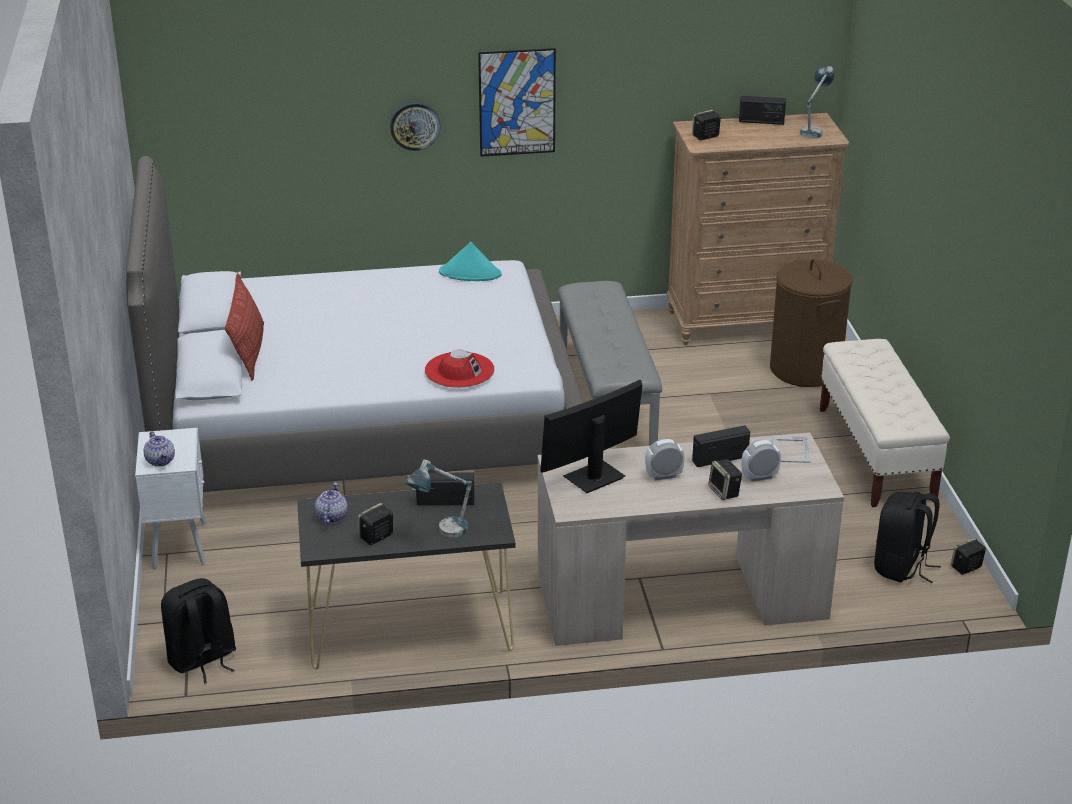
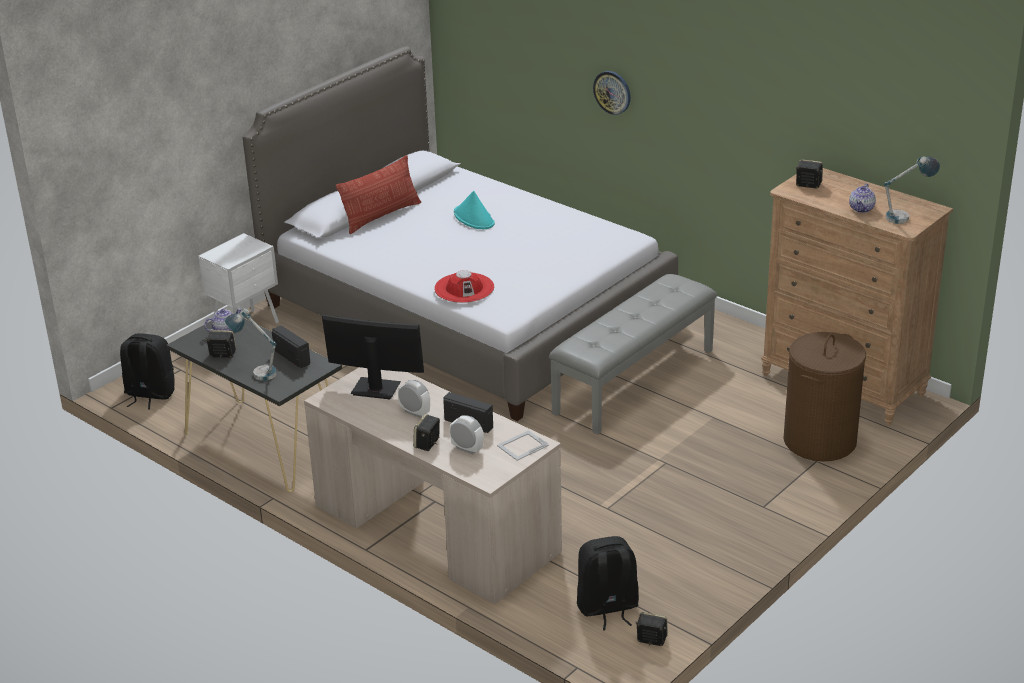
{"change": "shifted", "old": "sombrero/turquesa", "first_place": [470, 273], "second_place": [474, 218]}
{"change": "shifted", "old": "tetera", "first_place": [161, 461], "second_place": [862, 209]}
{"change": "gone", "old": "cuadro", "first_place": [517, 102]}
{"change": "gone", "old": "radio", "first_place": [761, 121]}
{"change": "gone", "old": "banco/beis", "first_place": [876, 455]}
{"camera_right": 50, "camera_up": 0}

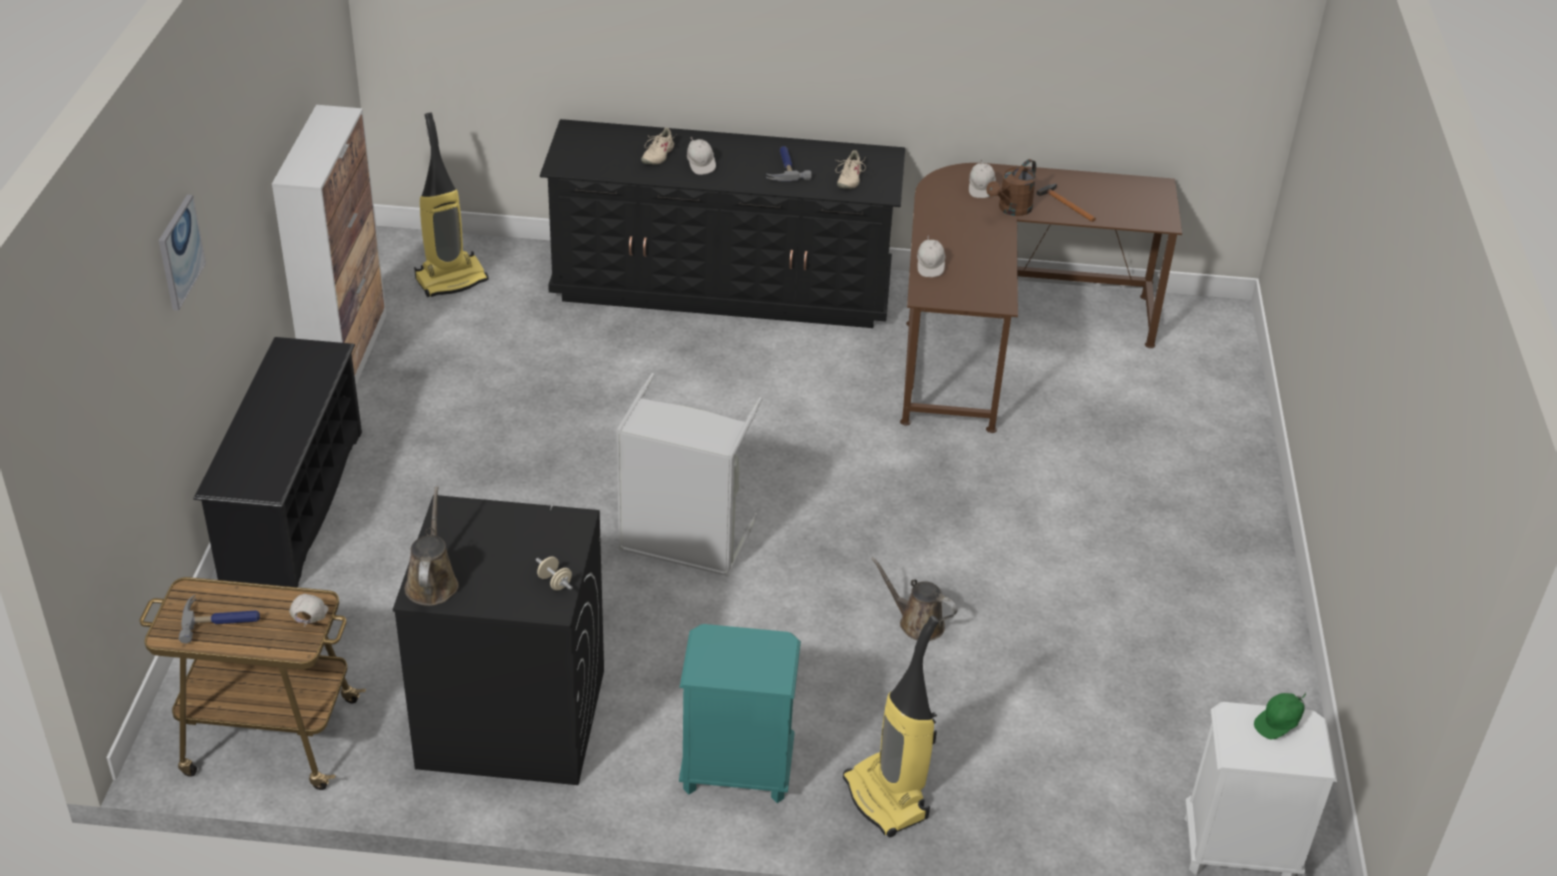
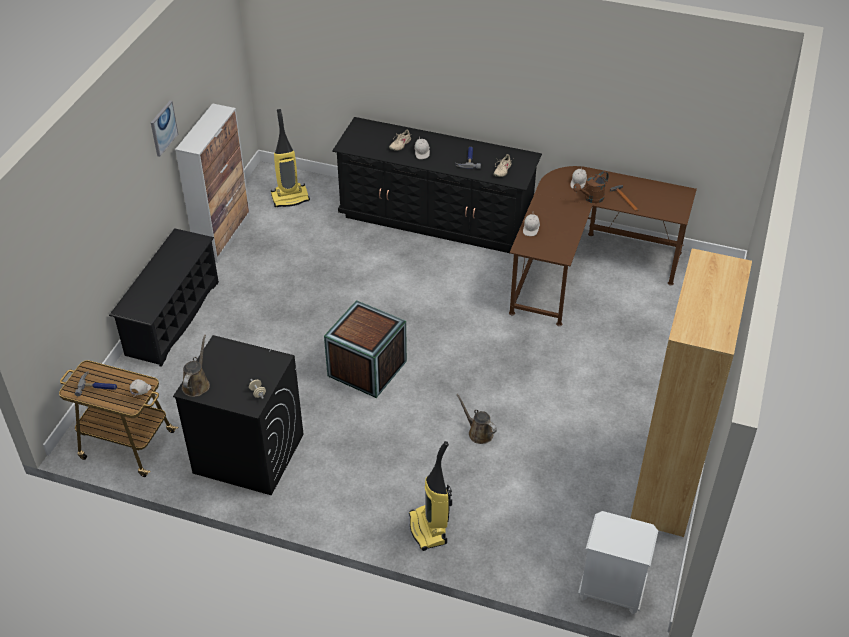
{"change": "shifted", "old": "cuadro", "first_place": [179, 252], "second_place": [163, 128]}
{"change": "swapped", "old": "cesto de la ropa/gris", "new": "caja de embalaje", "first_place": [683, 543], "second_place": [367, 368]}
{"change": "new", "new": "estantería/marrón", "second_place": [667, 483]}
{"change": "gone", "old": "mesita de noche/turquesa", "first_place": [736, 771]}
{"change": "gone", "old": "gorra/verde", "first_place": [1278, 725]}
{"camera_right": 15, "camera_up": 5}

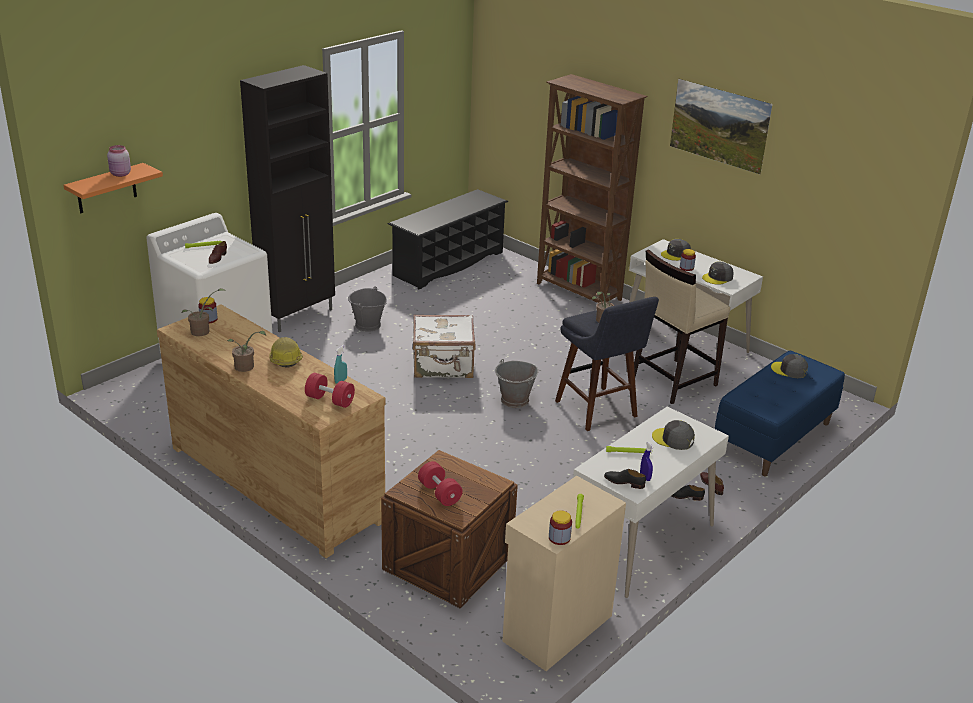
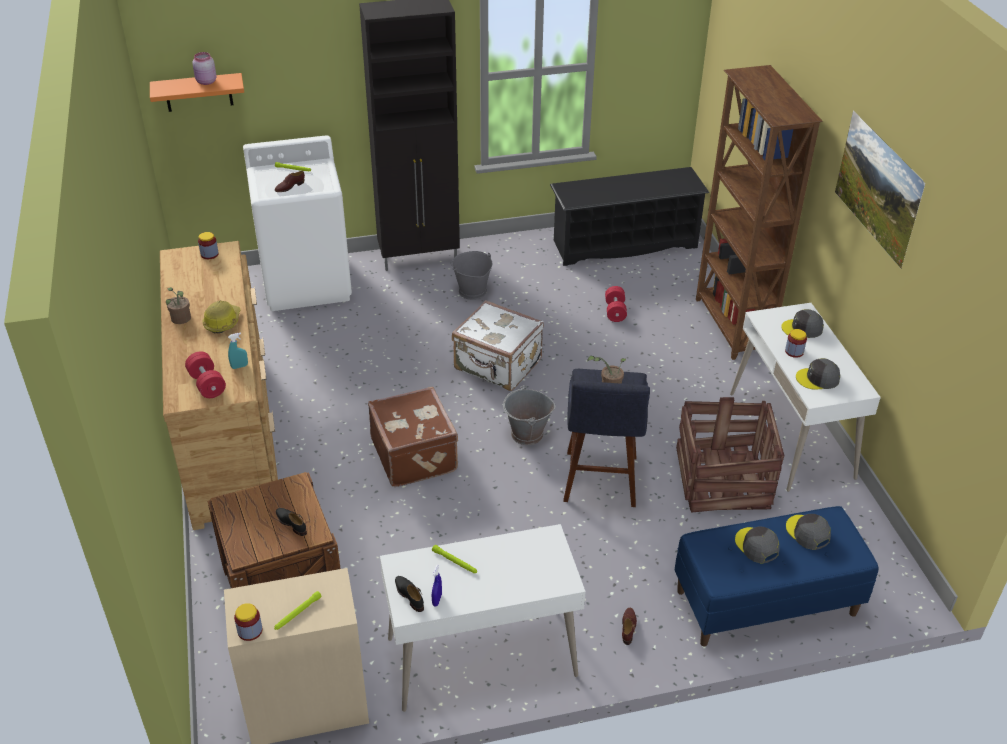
{"change": "shifted", "old": "zapato/negro", "first_place": [685, 496], "second_place": [291, 523]}
{"change": "new", "new": "maleta/marrón", "second_place": [415, 455]}
{"change": "shifted", "old": "mancuerna/rojo", "first_place": [439, 493], "second_place": [615, 311]}
{"change": "swapped", "old": "taburete/beis", "new": "caja de embalaje", "first_place": [673, 381], "second_place": [722, 480]}
{"change": "shifted", "old": "gorra/gris", "first_place": [673, 439], "second_place": [756, 546]}
{"change": "gone", "old": "planta en maceta", "first_place": [203, 331]}
{"camera_right": 35, "camera_up": 10}

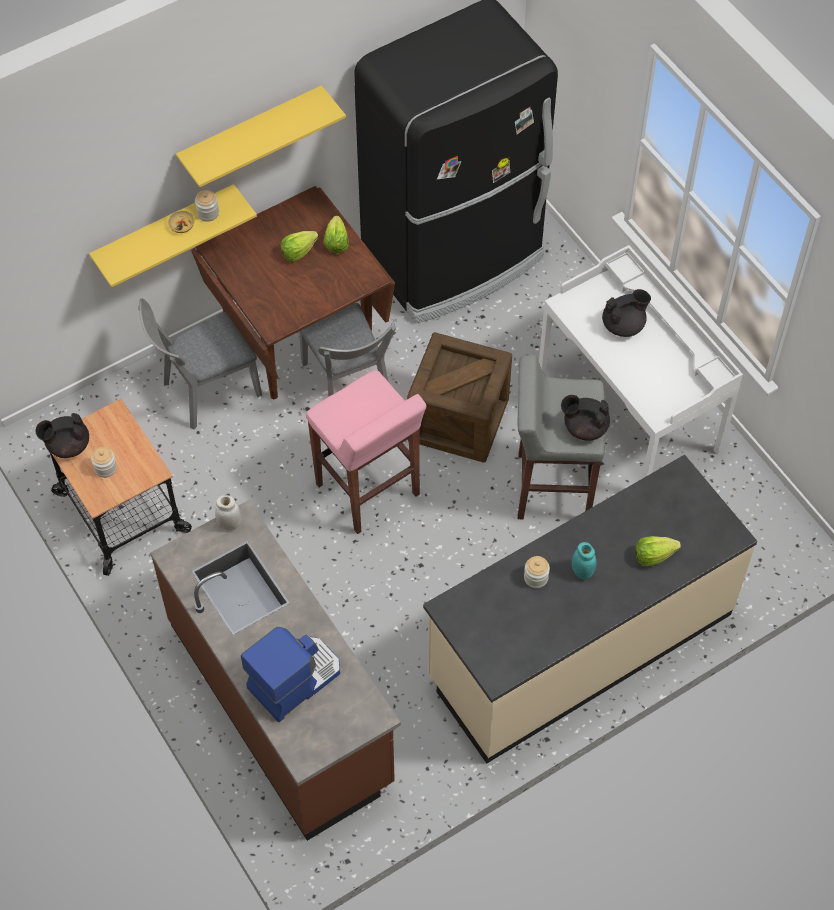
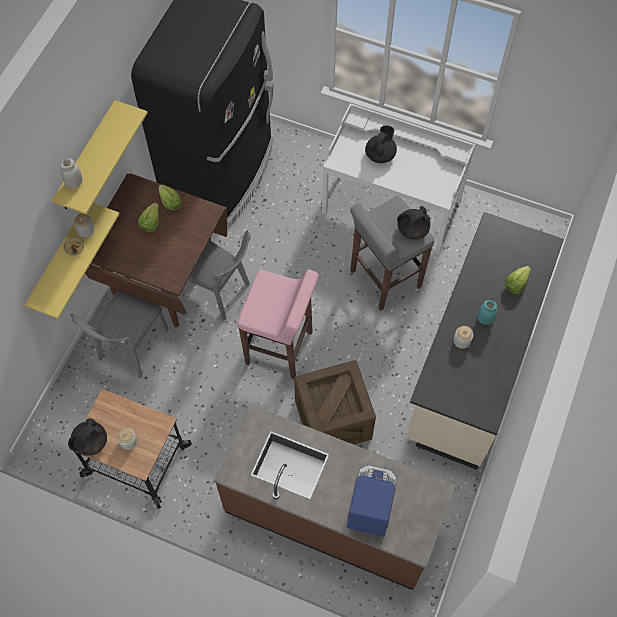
{"change": "shifted", "old": "tarro/blanco", "first_place": [229, 524], "second_place": [74, 183]}
{"change": "shifted", "old": "caja de embalaje", "first_place": [458, 420], "second_place": [333, 419]}
{"camera_right": -35, "camera_up": 5}

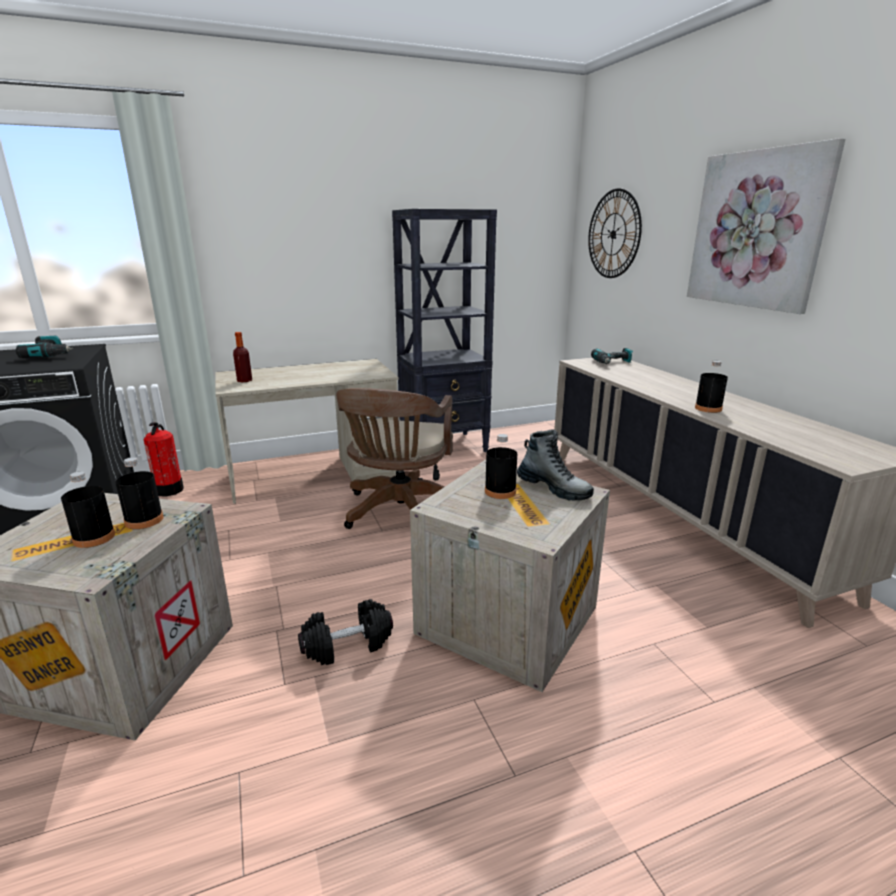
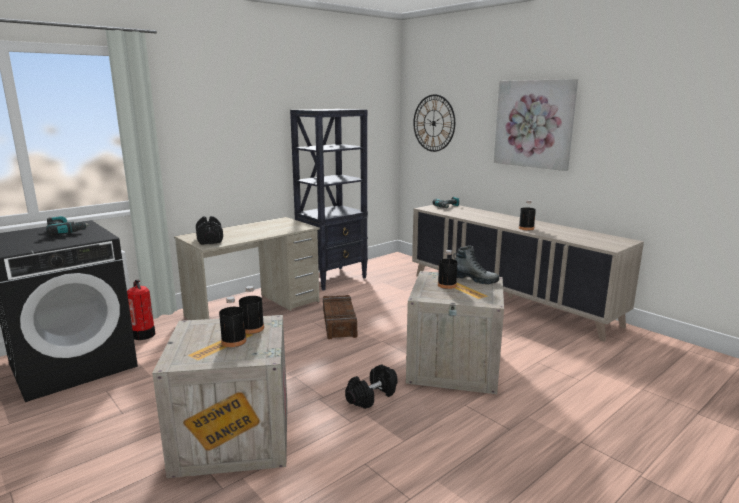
{"change": "swapped", "old": "botella", "new": "mancuerna/negro", "first_place": [244, 380], "second_place": [209, 239]}
{"change": "swapped", "old": "silla de oficina/marrón", "new": "caja de embalaje", "first_place": [399, 513], "second_place": [338, 323]}
{"camera_right": -20, "camera_up": -5}

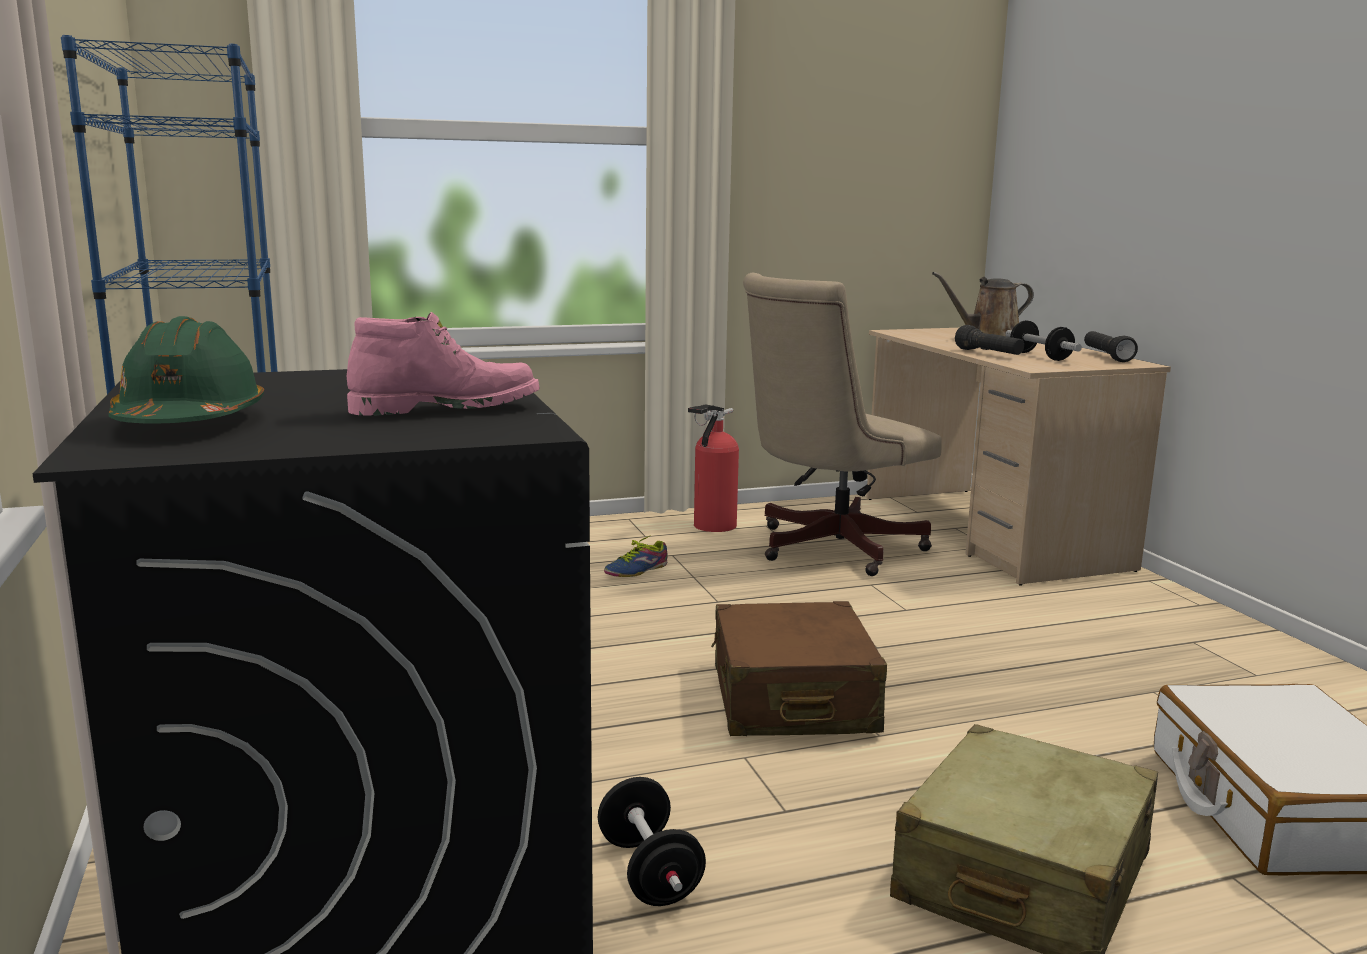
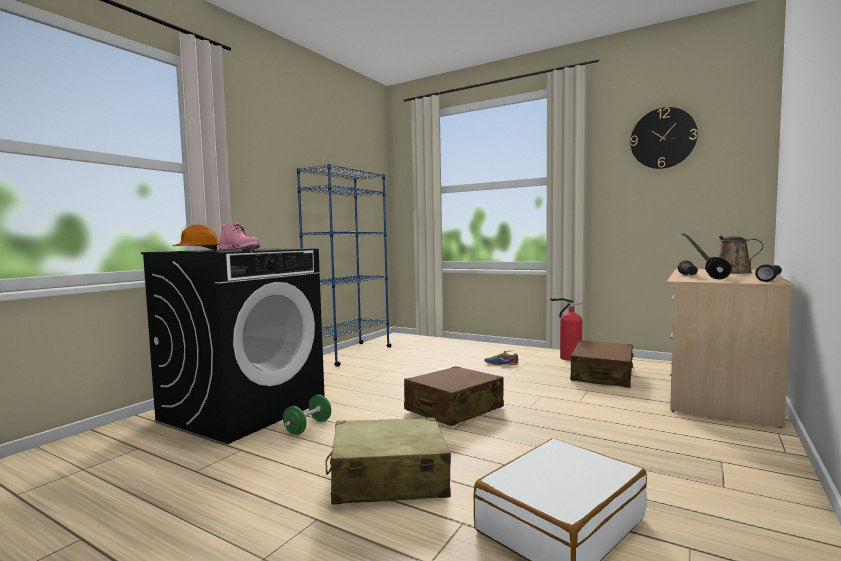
{"change": "repainted", "old": "casco/verde", "new": "casco/naranja", "first_place": [190, 422], "second_place": [198, 250]}
{"change": "repainted", "old": "mancuerna/negro", "new": "mancuerna/verde", "first_place": [649, 872], "second_place": [308, 427]}
{"change": "swapped", "old": "silla de oficina/beis", "new": "maleta/marrón", "first_place": [827, 548], "second_place": [602, 375]}
{"change": "new", "new": "reloj de pared", "second_place": [663, 138]}
{"camera_right": 50, "camera_up": -10}

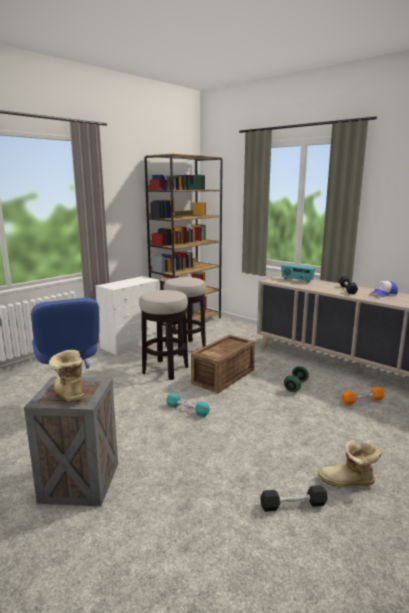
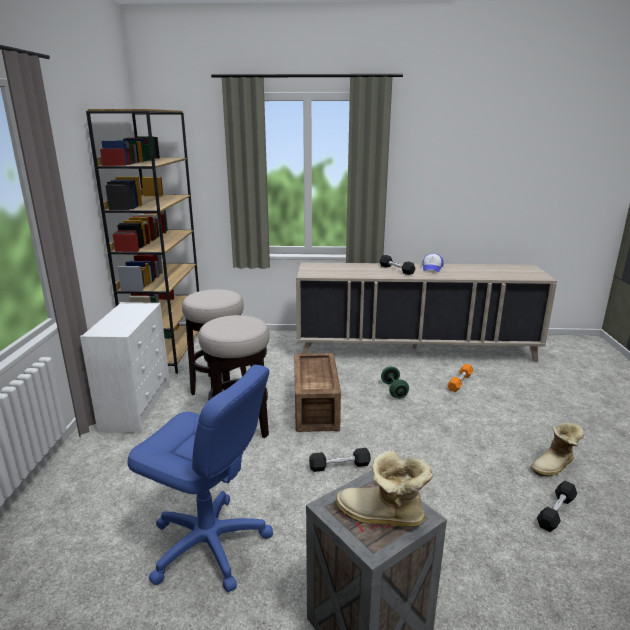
{"change": "repainted", "old": "mancuerna/turquesa", "new": "mancuerna/negro", "first_place": [187, 410], "second_place": [339, 466]}
{"change": "gone", "old": "radio", "first_place": [297, 280]}
{"camera_right": -40, "camera_up": 5}

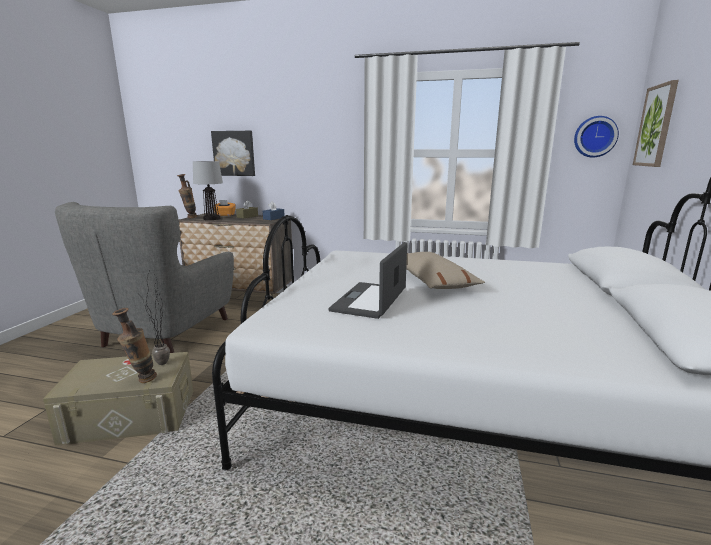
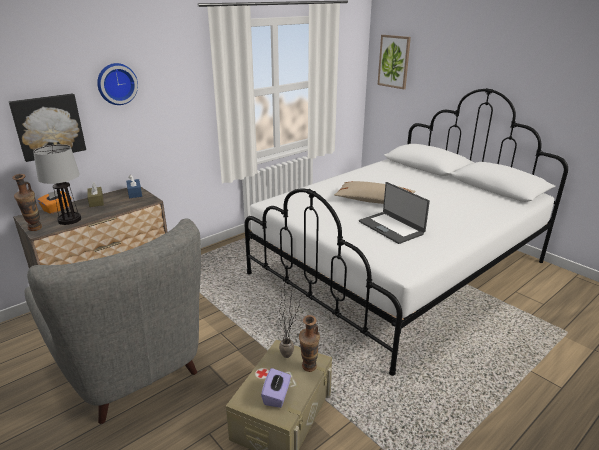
{"change": "shifted", "old": "reloj de pared", "first_place": [594, 137], "second_place": [116, 84]}
{"change": "new", "new": "caja de pañuelos/morado", "second_place": [277, 396]}
{"camera_right": -55, "camera_up": 10}

